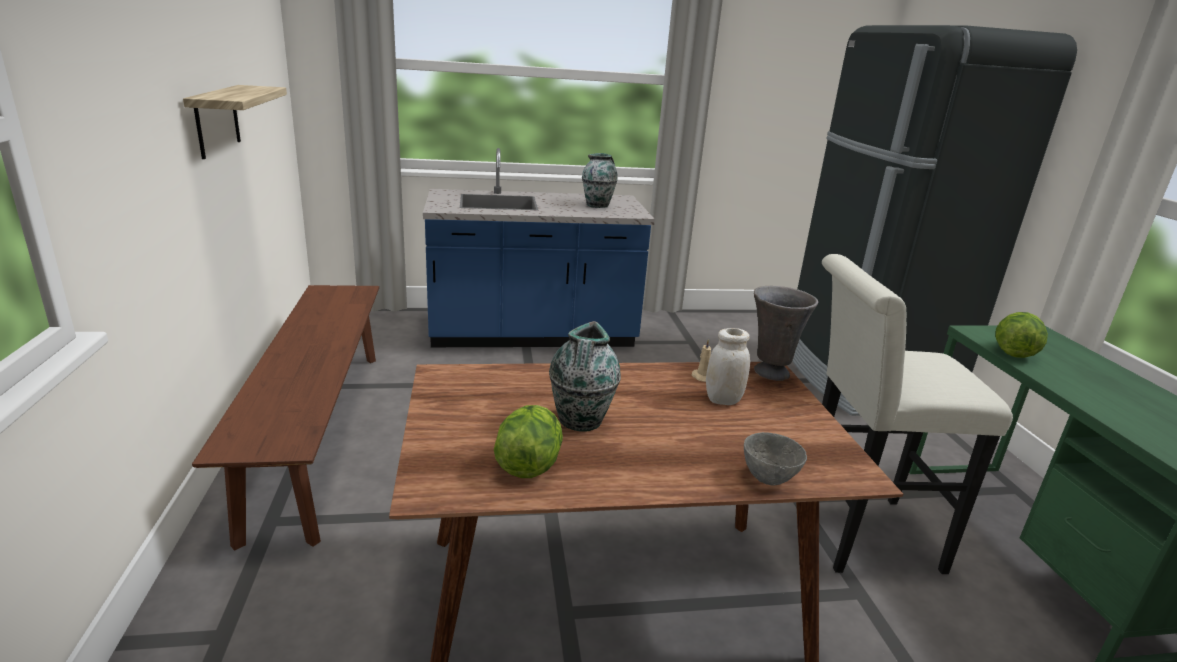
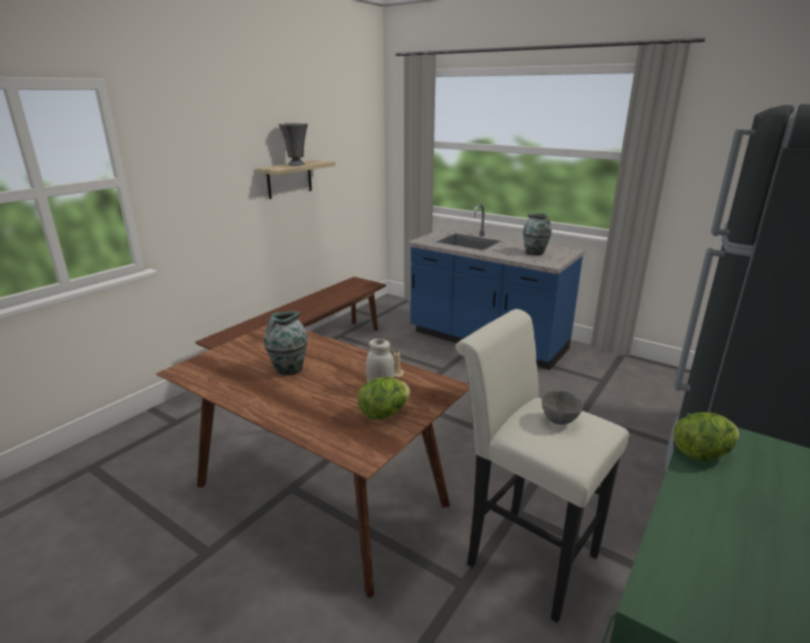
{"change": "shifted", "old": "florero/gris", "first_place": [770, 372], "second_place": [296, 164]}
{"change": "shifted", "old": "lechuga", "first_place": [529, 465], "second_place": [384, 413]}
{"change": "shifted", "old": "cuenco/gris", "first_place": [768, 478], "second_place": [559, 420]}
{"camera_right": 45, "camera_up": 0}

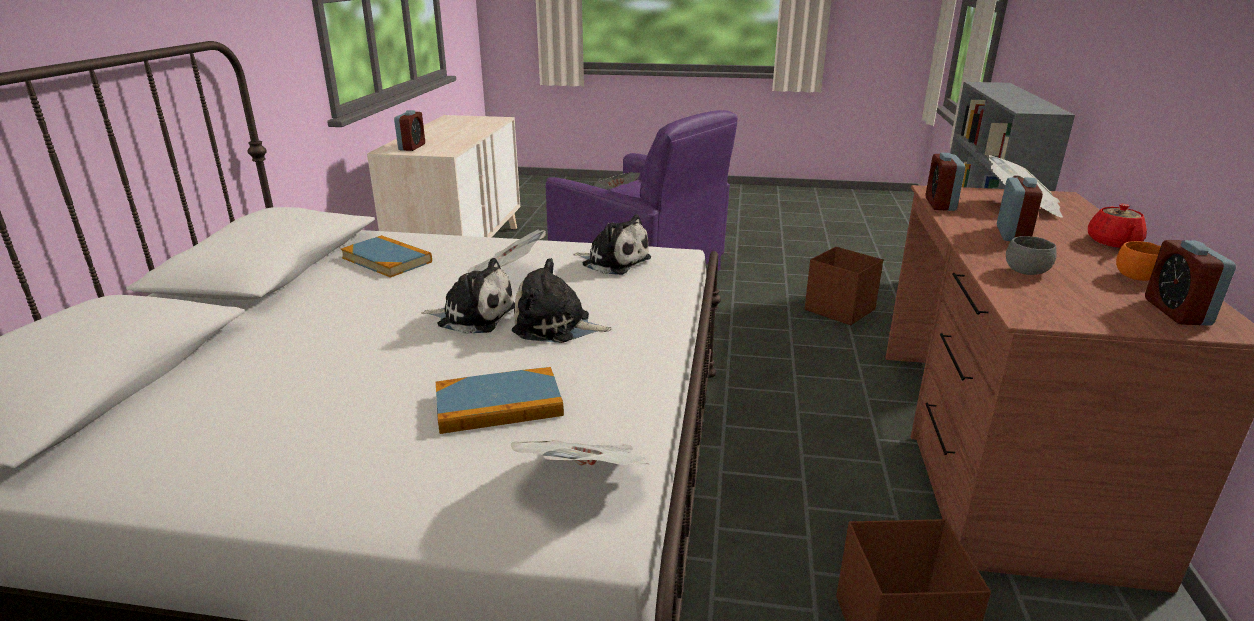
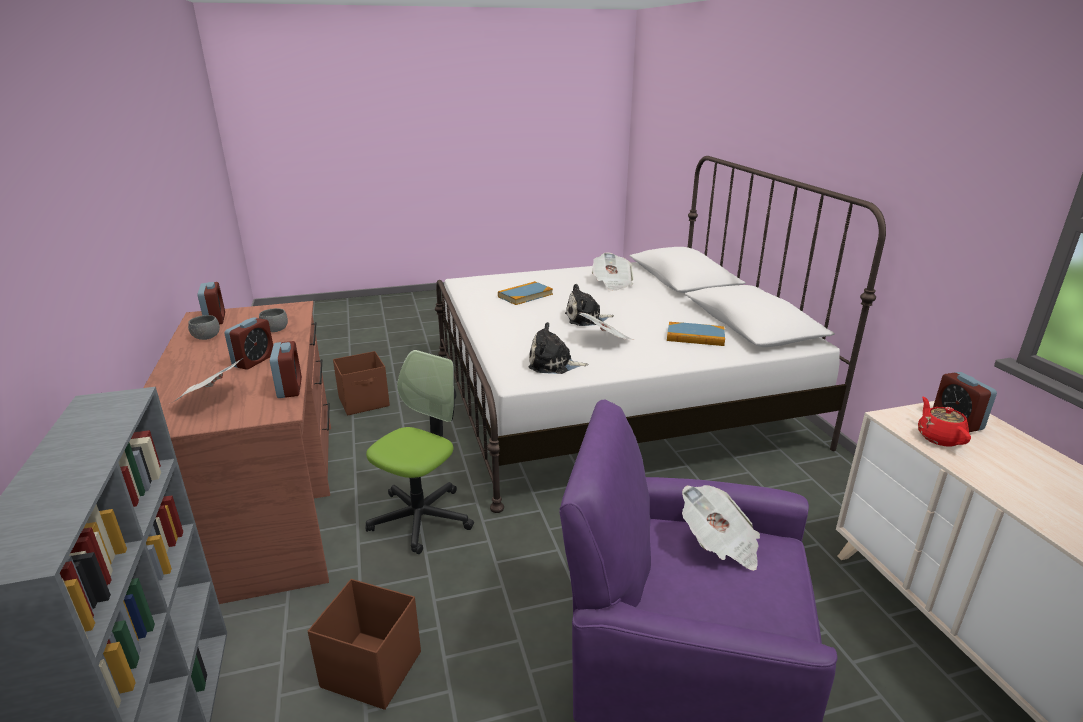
{"change": "repainted", "old": "cuenco/naranja", "new": "cuenco/gris", "first_place": [1137, 277], "second_place": [206, 337]}
{"change": "rotated", "old": "despertador", "first_place": [1012, 234], "second_place": [254, 361], "degrees": -150}
{"change": "new", "new": "silla de oficina", "second_place": [421, 518]}
{"change": "shifted", "old": "periódico", "first_place": [586, 481], "second_place": [612, 283]}
{"change": "shifted", "old": "tetera/rojo", "first_place": [1113, 243], "second_place": [939, 437]}
{"change": "gone", "old": "peluche", "first_place": [556, 326]}
{"camera_right": 155, "camera_up": 0}

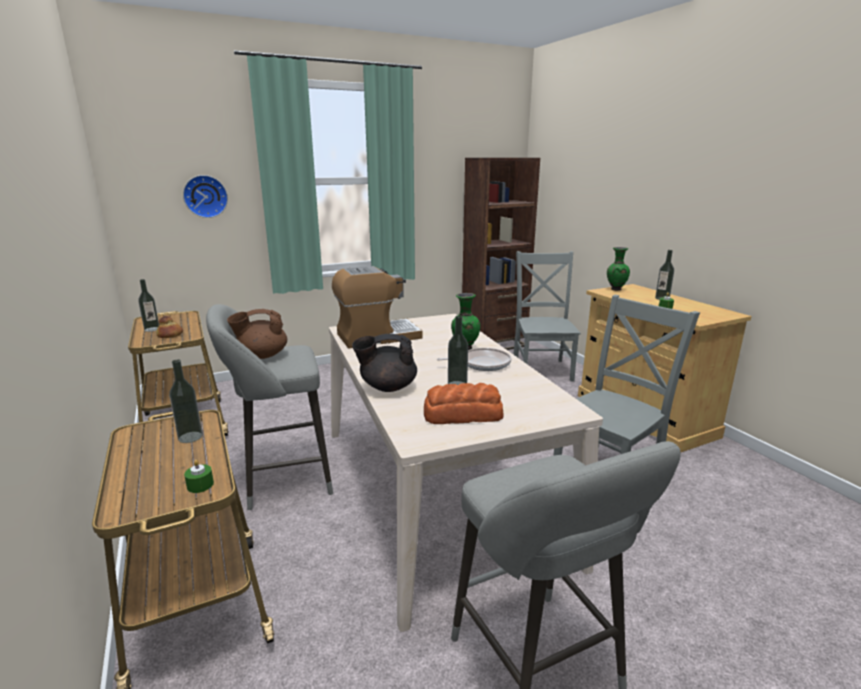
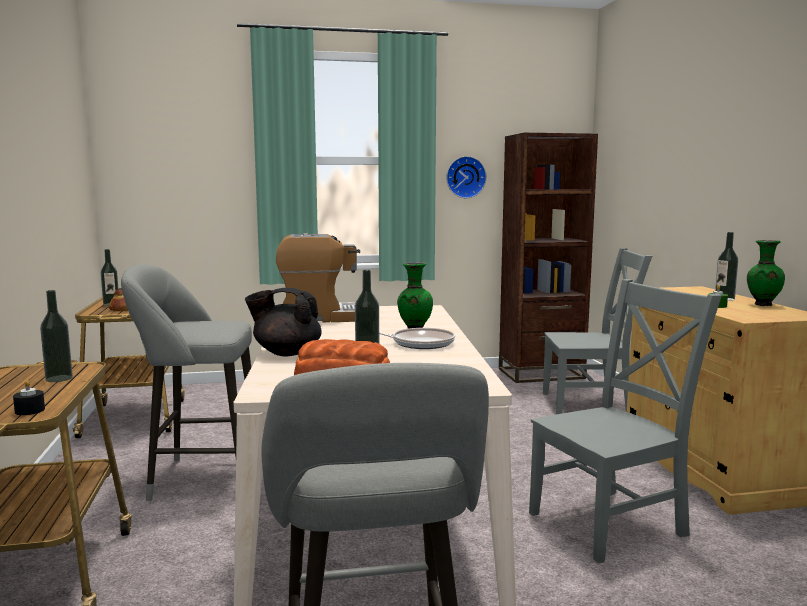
{"change": "repainted", "old": "vela/verde", "new": "vela/negro", "first_place": [200, 485], "second_place": [30, 410]}
{"change": "shifted", "old": "reloj de pared", "first_place": [205, 196], "second_place": [465, 177]}
{"change": "rotated", "old": "silla/gris", "first_place": [542, 369], "second_place": [590, 404], "degrees": 75}
{"change": "shifted", "old": "florero/verde", "first_place": [615, 289], "second_place": [762, 305]}
{"change": "gone", "old": "tetera/marrón", "first_place": [262, 355]}
{"camera_right": 15, "camera_up": -10}

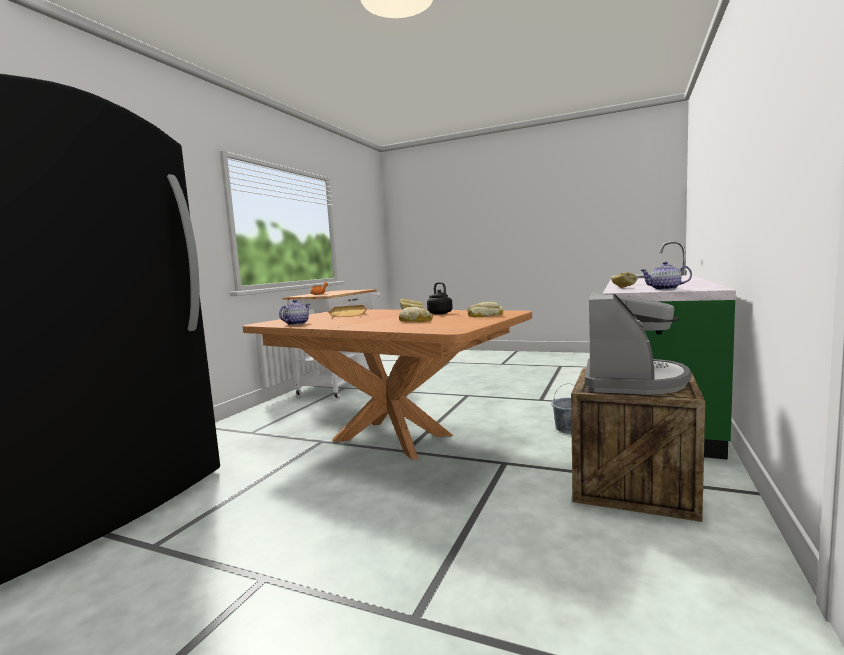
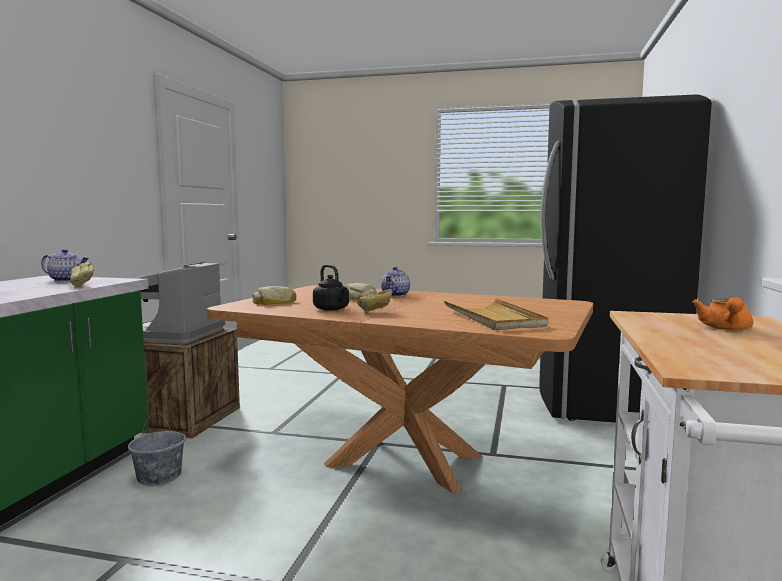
{"change": "shifted", "old": "tetera", "first_place": [296, 324], "second_place": [396, 295]}
{"camera_right": 170, "camera_up": 0}

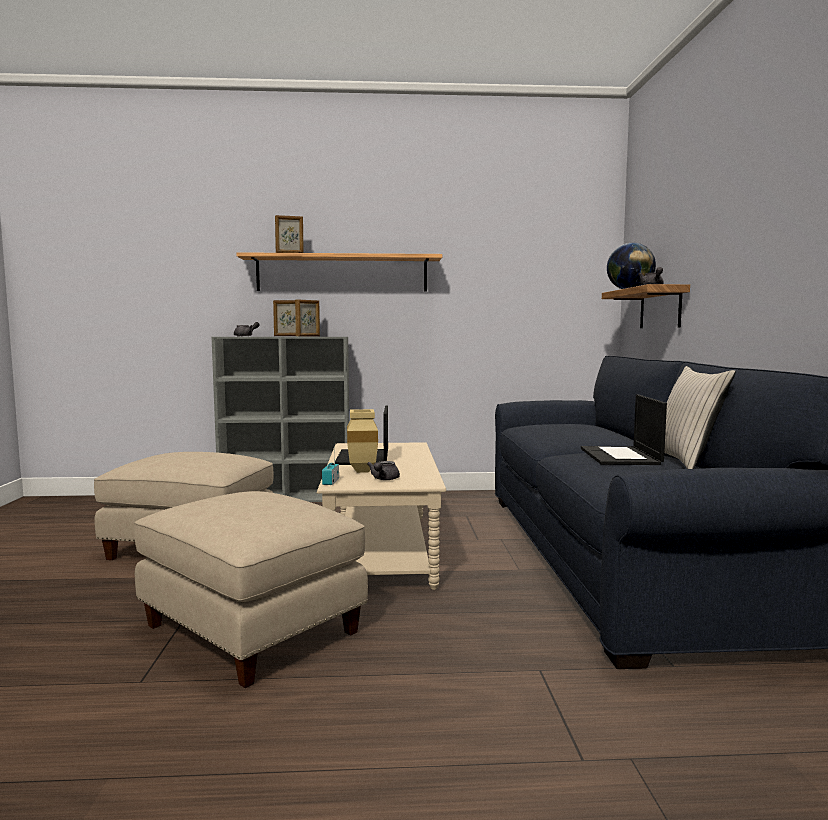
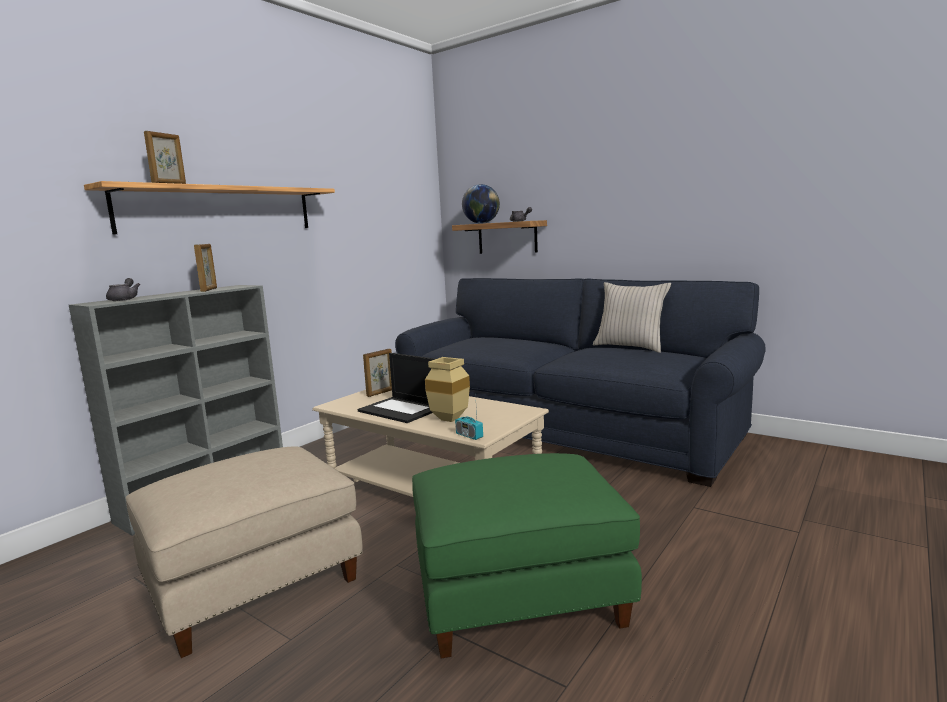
{"change": "shifted", "old": "portarretratos", "first_place": [287, 336], "second_place": [381, 393]}
{"change": "repainted", "old": "puf/beis", "new": "puf/verde", "first_place": [254, 628], "second_place": [519, 595]}
{"change": "gone", "old": "tetera/gris", "first_place": [383, 479]}
{"change": "gone", "old": "portátil", "first_place": [621, 456]}
{"camera_right": -50, "camera_up": 5}

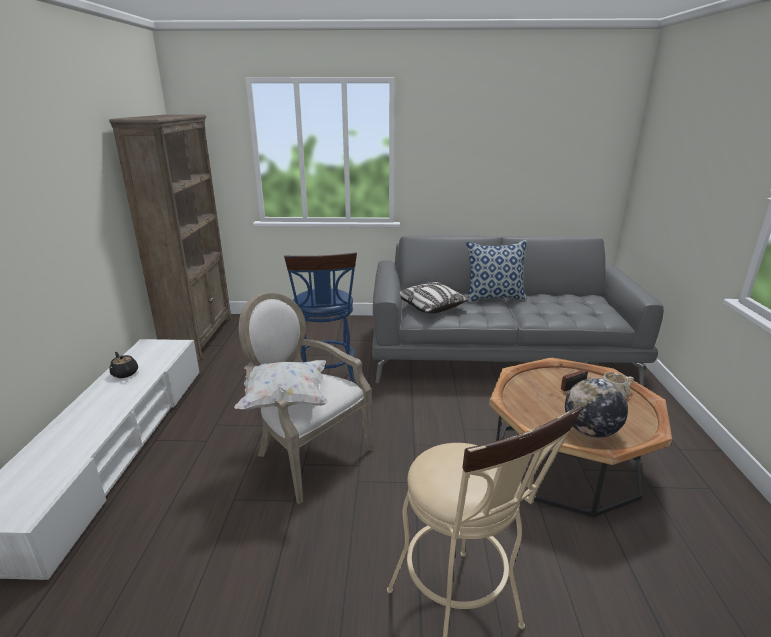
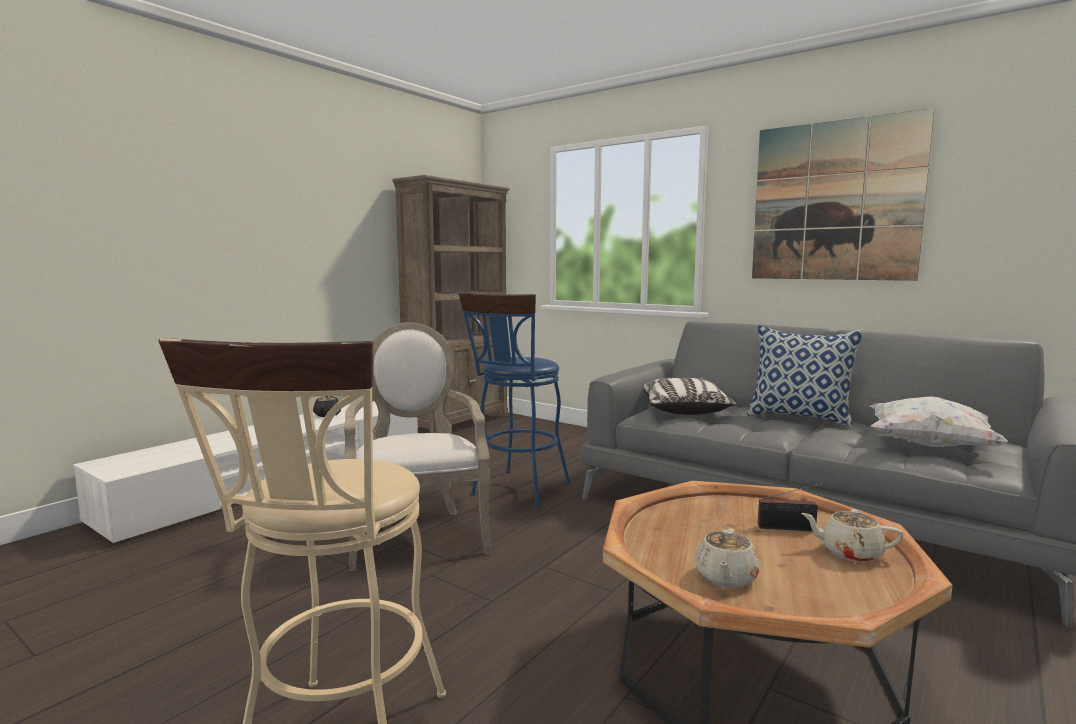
{"change": "swapped", "old": "globo terráqueo", "new": "tetera/beis", "first_place": [590, 431], "second_place": [725, 577]}
{"change": "new", "new": "cuadro", "second_place": [834, 201]}
{"change": "shifted", "old": "cojín/blanco", "first_place": [285, 400], "second_place": [928, 445]}
{"camera_right": 35, "camera_up": -15}

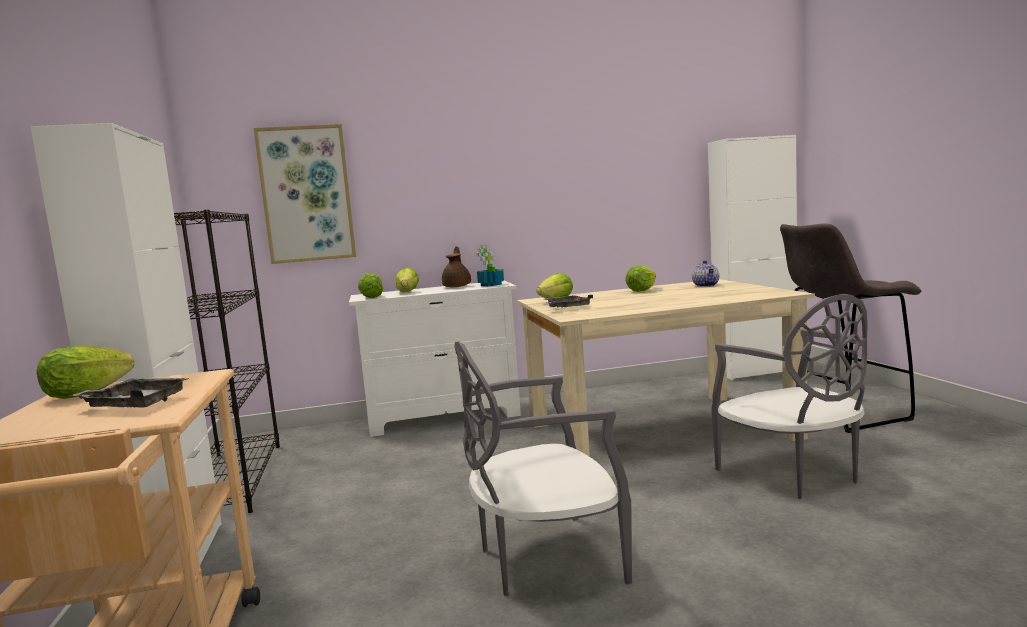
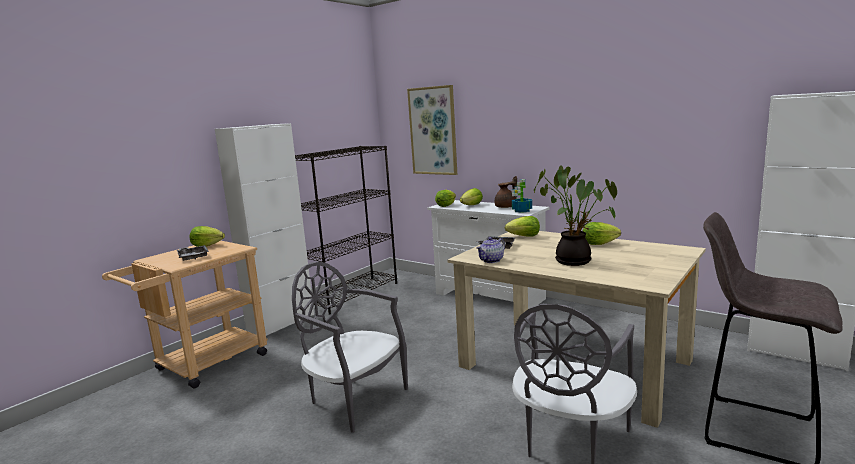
{"change": "shifted", "old": "tetera", "first_place": [706, 285], "second_place": [491, 260]}
{"change": "new", "new": "planta en maceta", "second_place": [575, 260]}
{"camera_right": 50, "camera_up": 5}

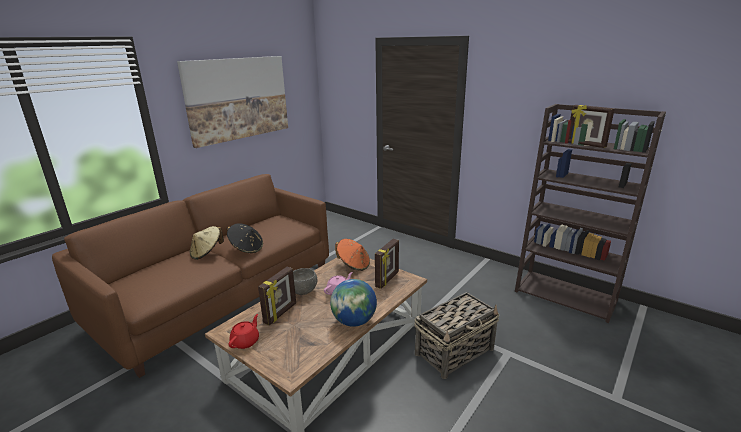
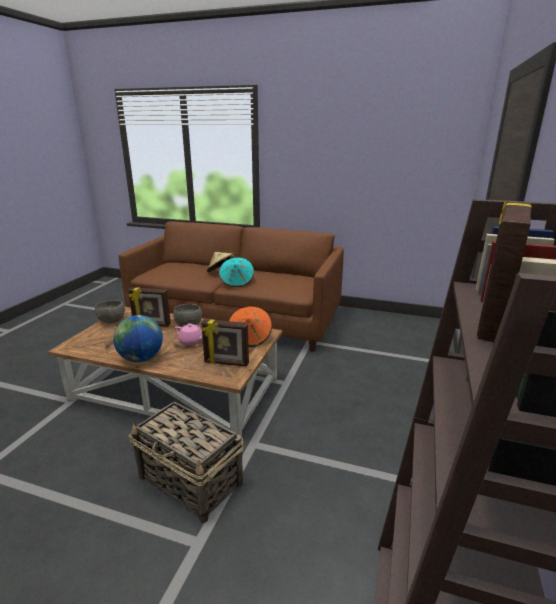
{"change": "swapped", "old": "tetera/rojo", "new": "cuenco/gris", "first_place": [246, 341], "second_place": [112, 321]}
{"change": "repainted", "old": "sombrero/negro", "new": "sombrero/turquesa", "first_place": [246, 248], "second_place": [237, 282]}
{"change": "gone", "old": "cuadro", "first_place": [238, 98]}
{"camera_right": 70, "camera_up": 0}

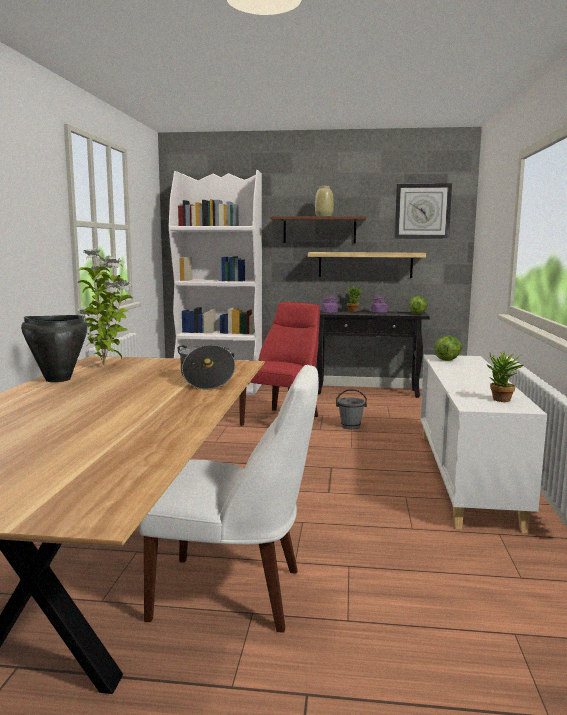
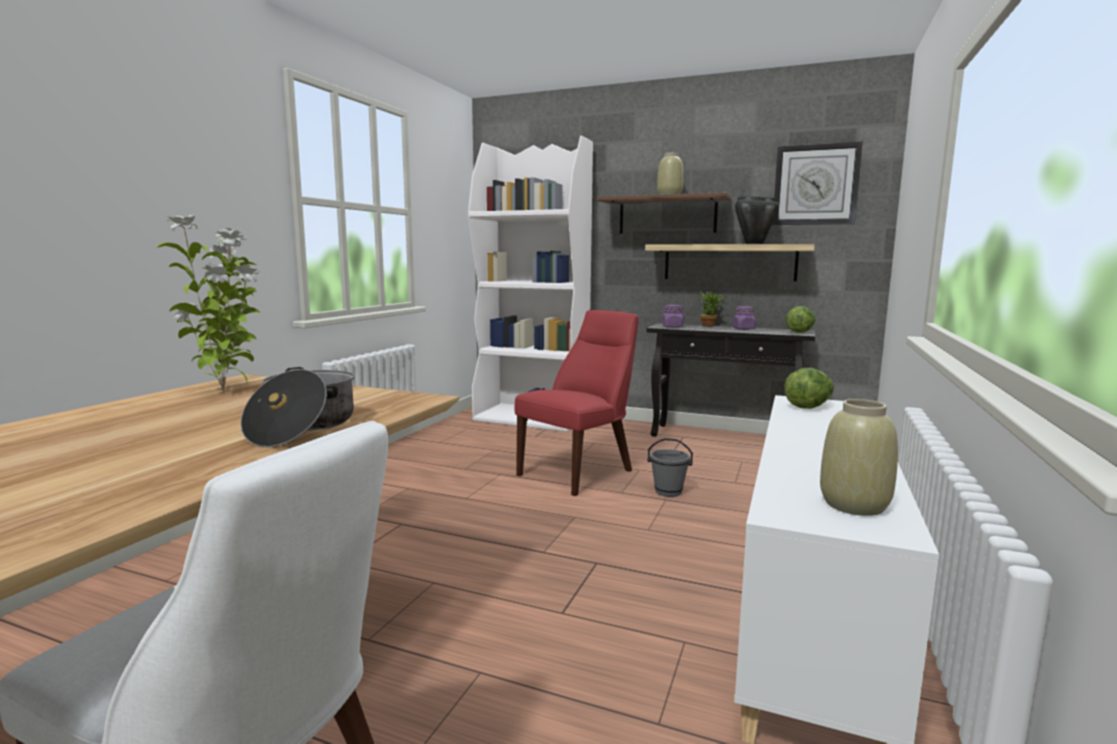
{"change": "shifted", "old": "olla/negro", "first_place": [57, 379], "second_place": [753, 244]}
{"change": "swapped", "old": "planta en maceta", "new": "florero/beis", "first_place": [501, 401], "second_place": [853, 505]}
{"camera_right": 15, "camera_up": 0}

